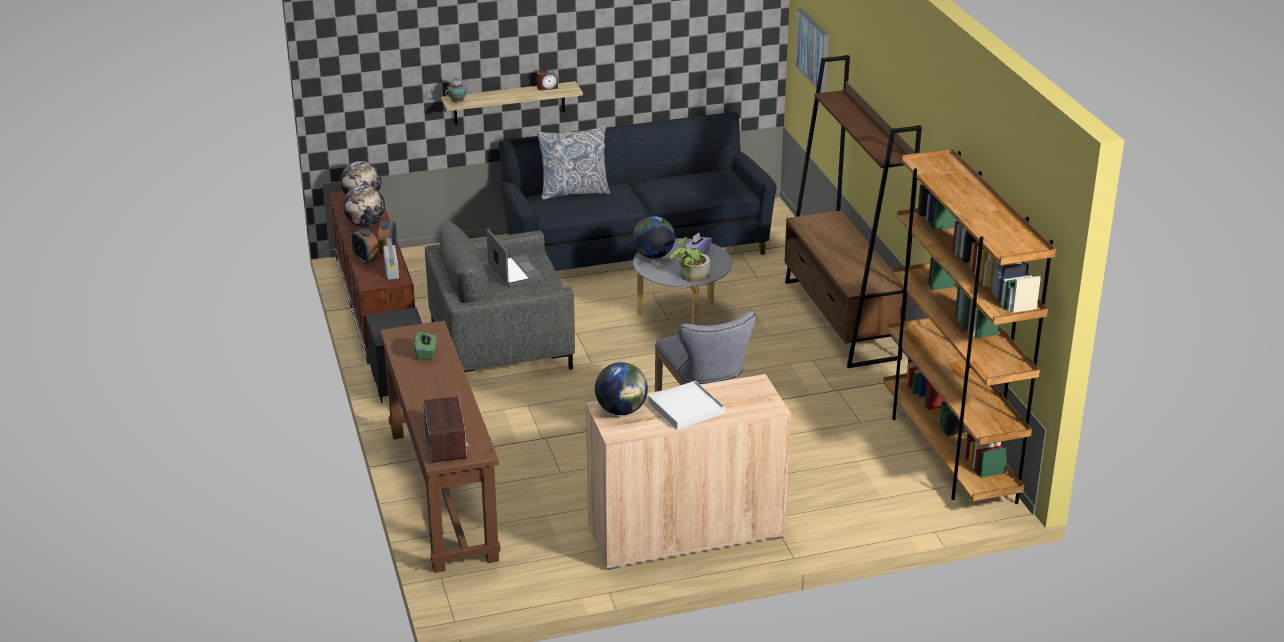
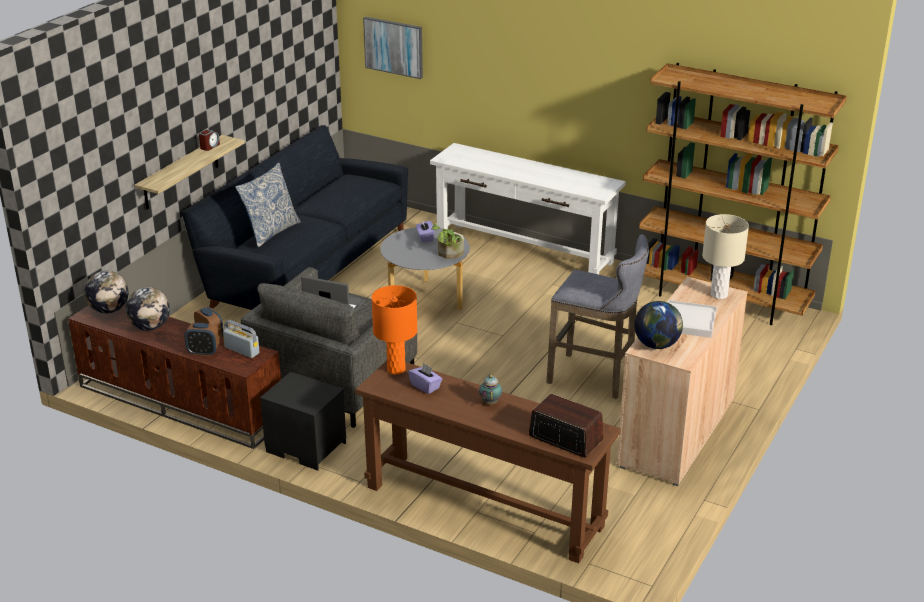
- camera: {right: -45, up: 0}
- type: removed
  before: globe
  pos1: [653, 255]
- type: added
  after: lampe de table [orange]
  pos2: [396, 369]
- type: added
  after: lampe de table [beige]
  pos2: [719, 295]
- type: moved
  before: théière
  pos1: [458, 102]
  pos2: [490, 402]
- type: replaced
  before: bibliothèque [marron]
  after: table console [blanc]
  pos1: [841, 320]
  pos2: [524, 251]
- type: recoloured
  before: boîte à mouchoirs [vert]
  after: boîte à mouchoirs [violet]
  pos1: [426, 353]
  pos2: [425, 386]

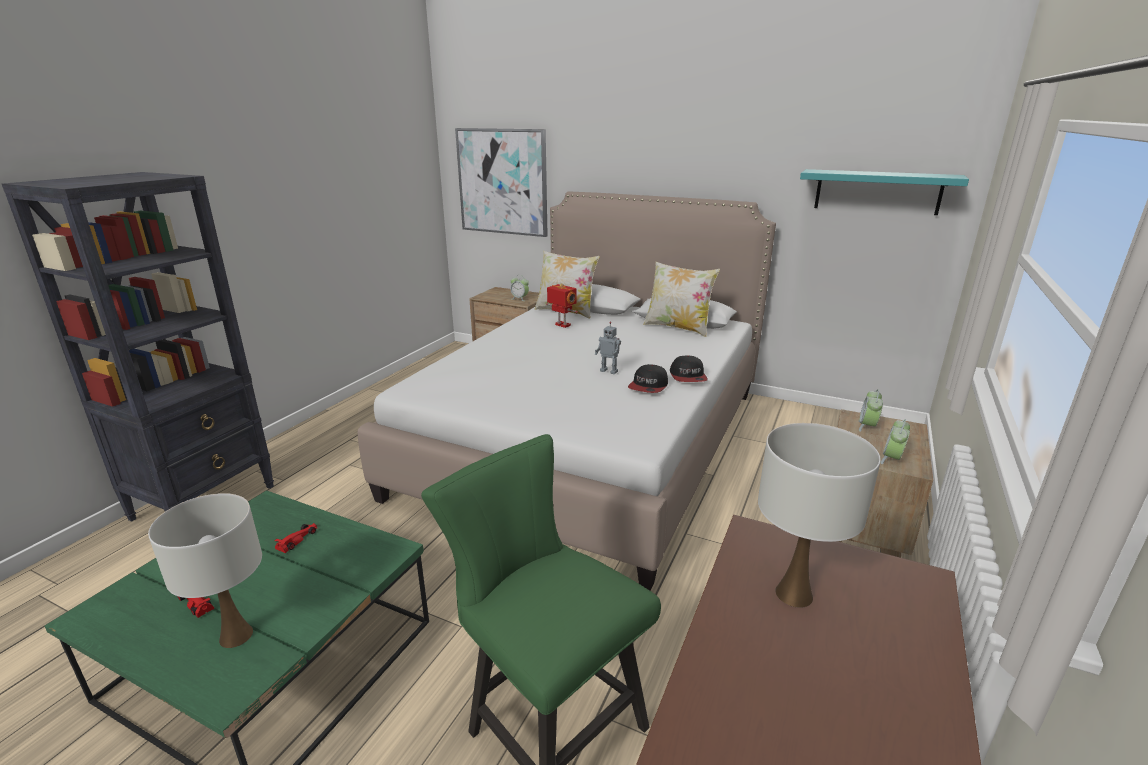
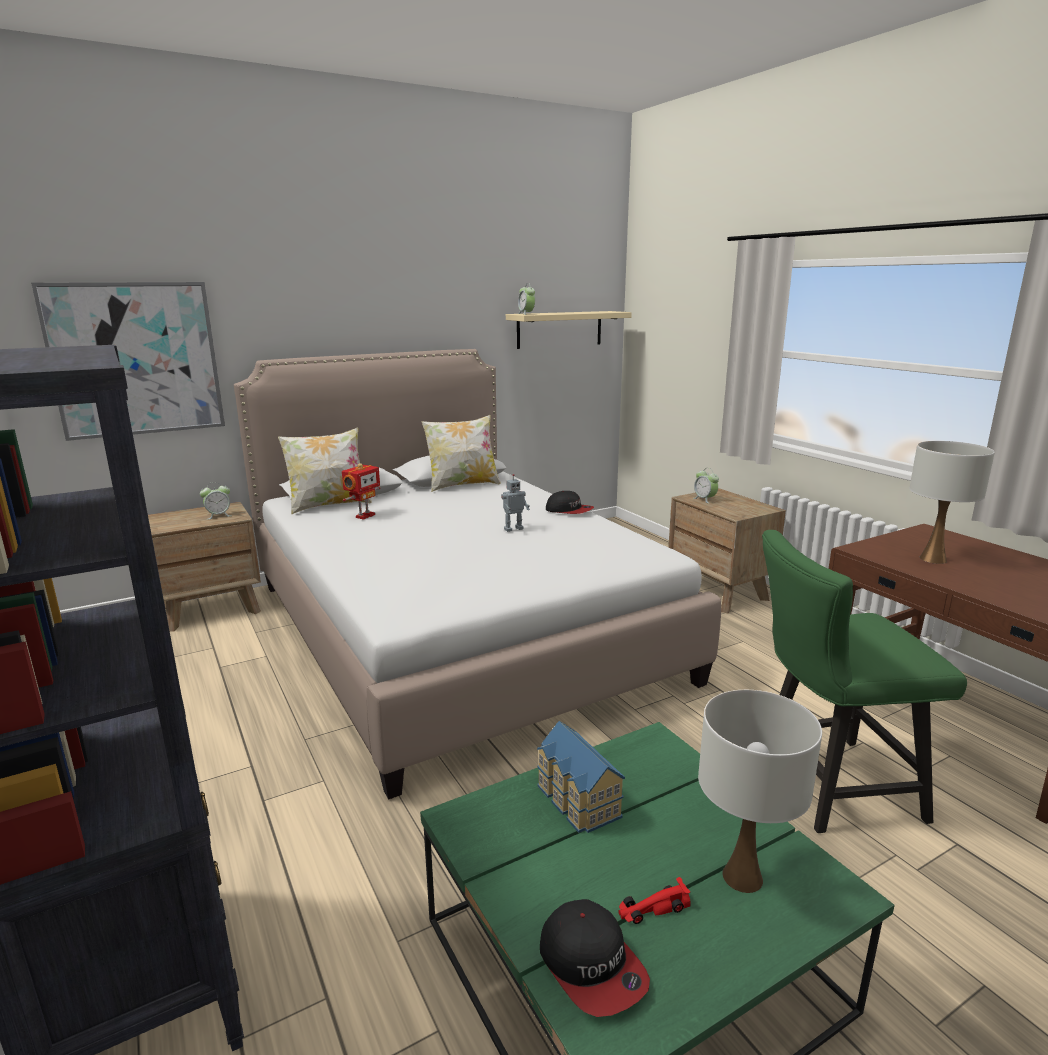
- camera: {right: -55, up: -5}
- type: moved
  before: casquette
  pos1: [648, 386]
  pos2: [592, 965]
- type: moved
  before: réveil
  pos1: [892, 459]
  pos2: [526, 314]
- type: replaced
  before: petite voiture [rouge]
  after: maison miniature
  pos1: [298, 539]
  pos2: [576, 801]
- type: recoloured
  before: étagère [turquoise]
  after: étagère [beige]
  pos1: [877, 191]
  pos2: [559, 329]
- type: turned
  before: robot jouet
  pos1: [562, 325]
  pos2: [364, 516]
  turn: 135

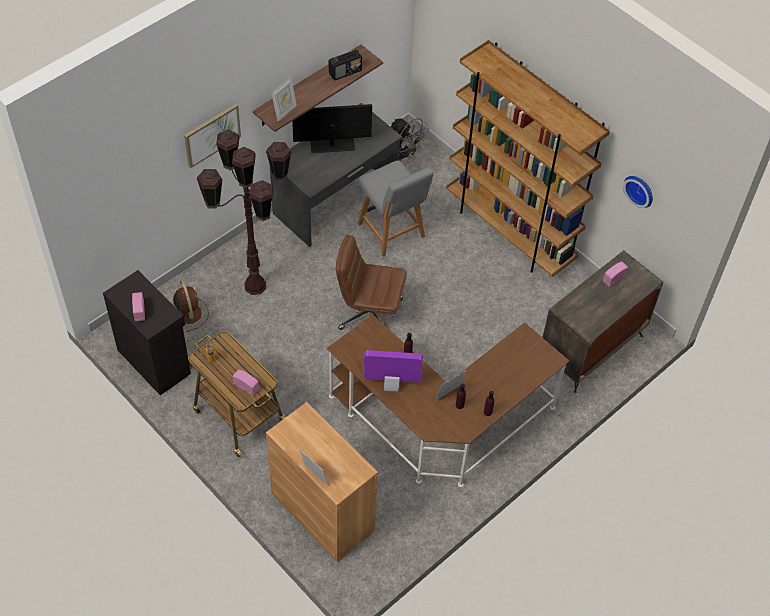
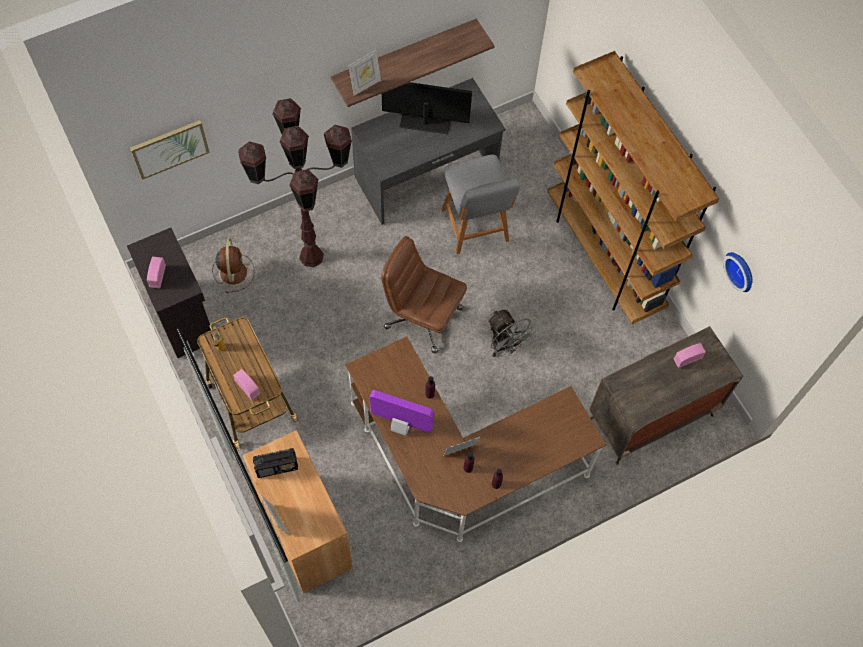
- camera: {right: 15, up: 10}
- type: moved
  before: tableau
  pos1: [212, 134]
  pos2: [169, 148]
- type: moved
  before: radio
  pos1: [345, 72]
  pos2: [277, 467]
- type: moved
  before: ventilateur [gris]
  pos1: [405, 155]
  pos2: [504, 346]

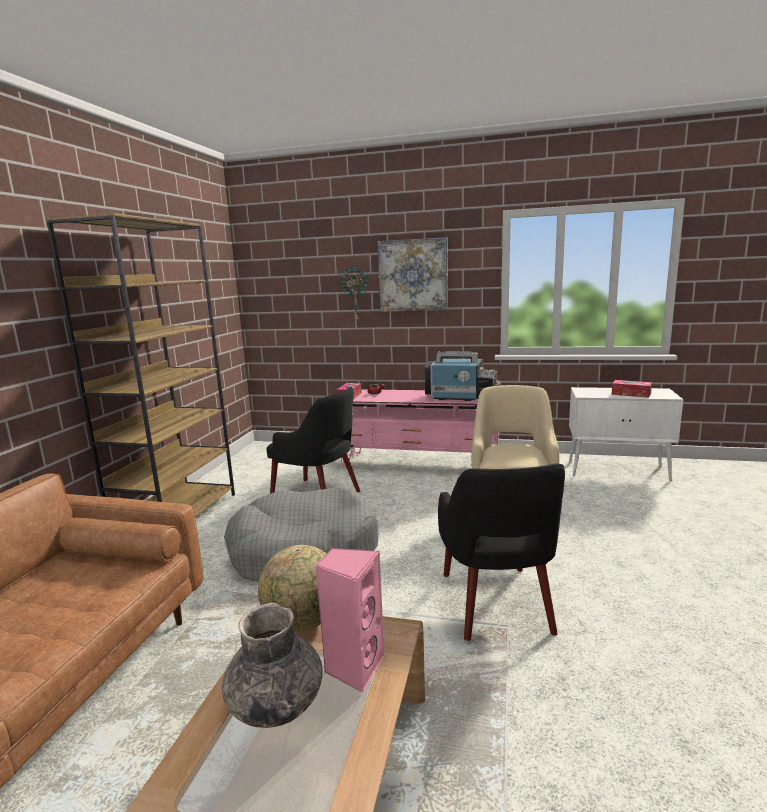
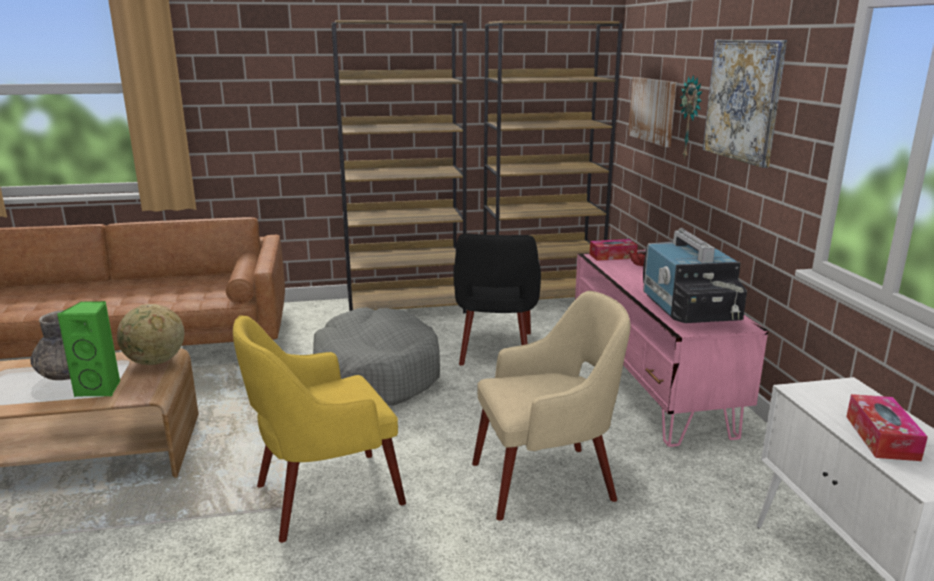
- camera: {right: 65, up: 5}
- type: added
  after: bibliothèque [marron]
  pos2: [542, 297]
- type: added
  after: tableau
  pos2: [653, 110]
- type: recoloured
  before: enceinte [rose]
  after: enceinte [vert]
  pos1: [354, 667]
  pos2: [101, 389]
- type: recoloured
  before: fauteuil [noir]
  after: fauteuil [jaune]
  pos1: [496, 604]
  pos2: [324, 496]

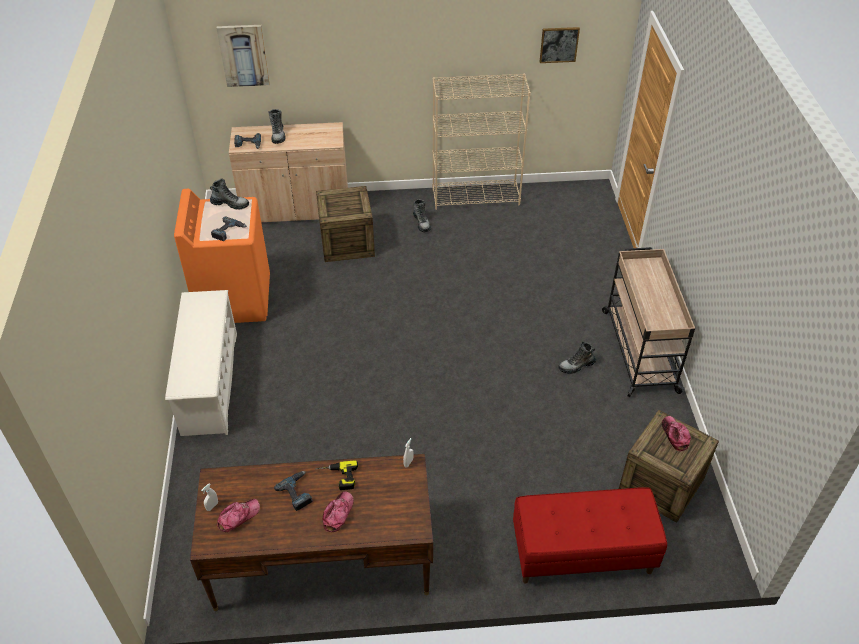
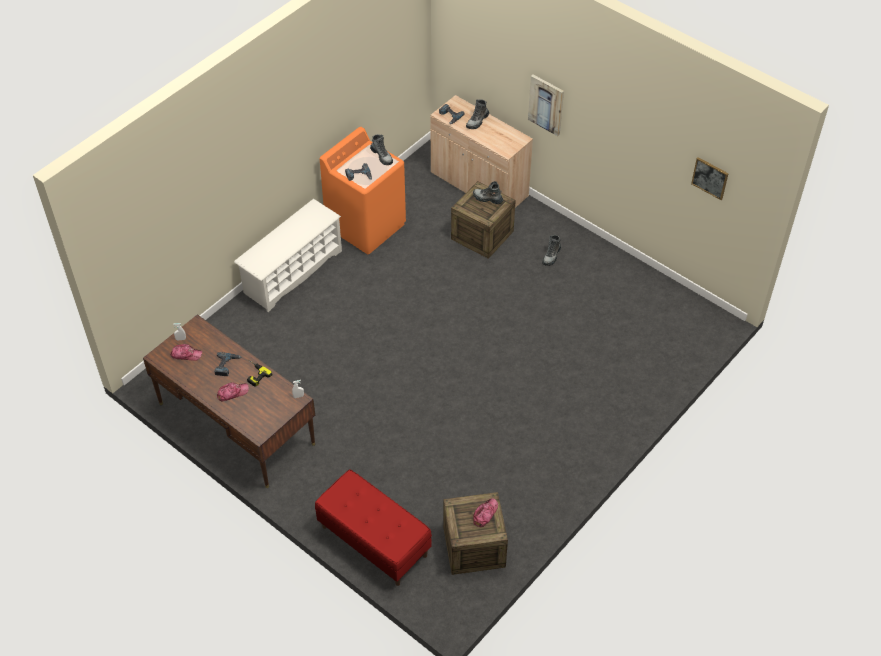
- camera: {right: 45, up: 5}
- type: removed
  before: bibliothèque [beige]
  pos1: [476, 197]
- type: removed
  before: chariot [beige]
  pos1: [639, 350]
- type: moved
  before: tableau
  pos1: [243, 55]
  pos2: [546, 104]
- type: moved
  before: botte
  pos1: [576, 366]
  pos2: [487, 199]

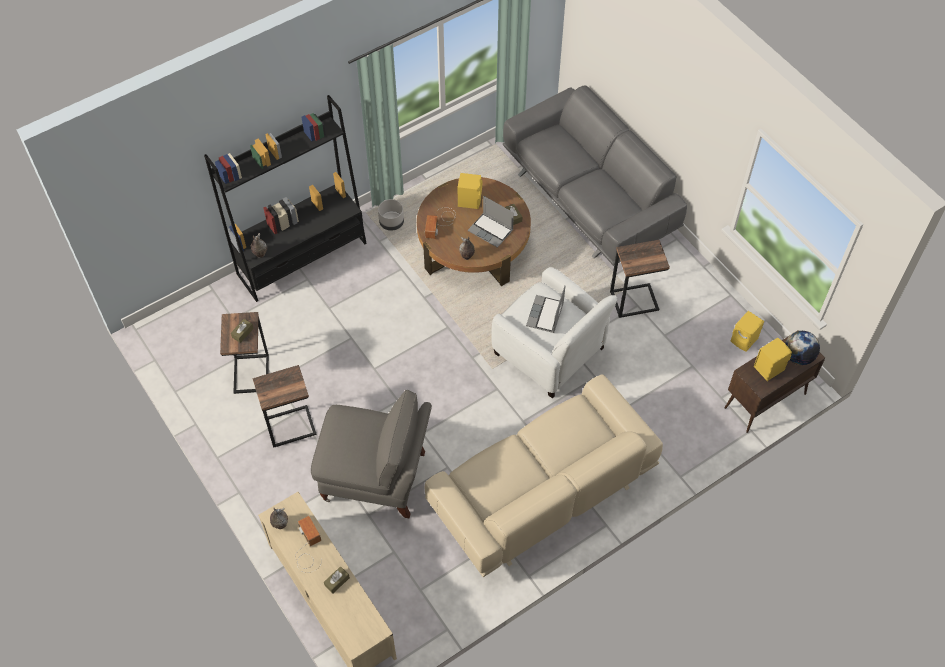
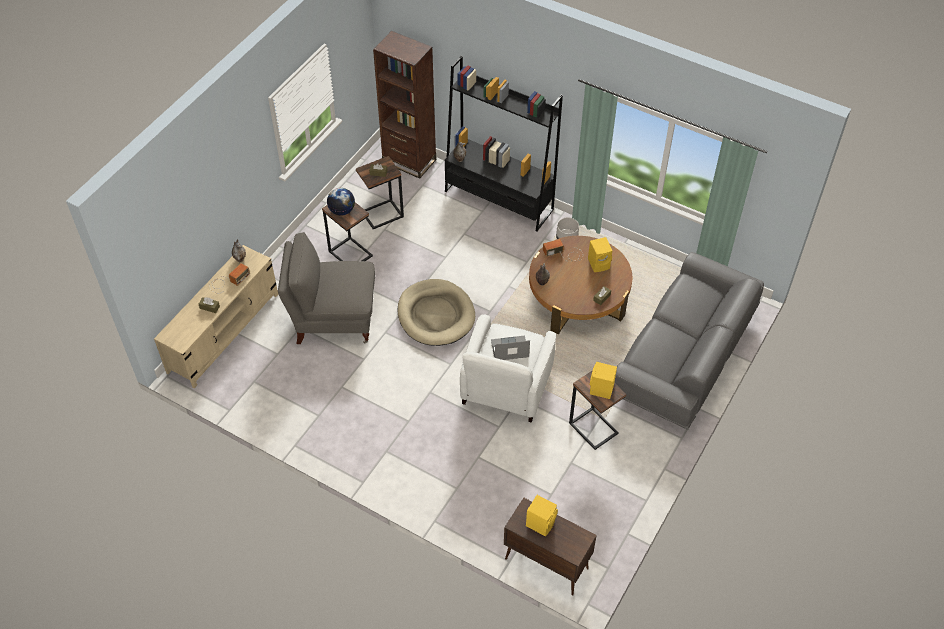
- camera: {right: 65, up: -5}
- type: removed
  before: canapé [beige]
  pos1: [541, 491]
- type: removed
  before: ordinateur portable
  pos1: [491, 230]
- type: added
  after: bibliothèque [marron]
  pos2: [409, 161]
- type: added
  after: panier pour chien [beige]
  pos2: [436, 315]
- type: moved
  before: enceinte [jaune]
  pos1: [744, 340]
  pos2: [601, 390]
- type: moved
  before: globe
  pos1: [798, 356]
  pos2: [342, 211]
- type: turned
  before: fauteuil [gris]
  pos1: [376, 477]
  pos2: [333, 319]
  turn: 105

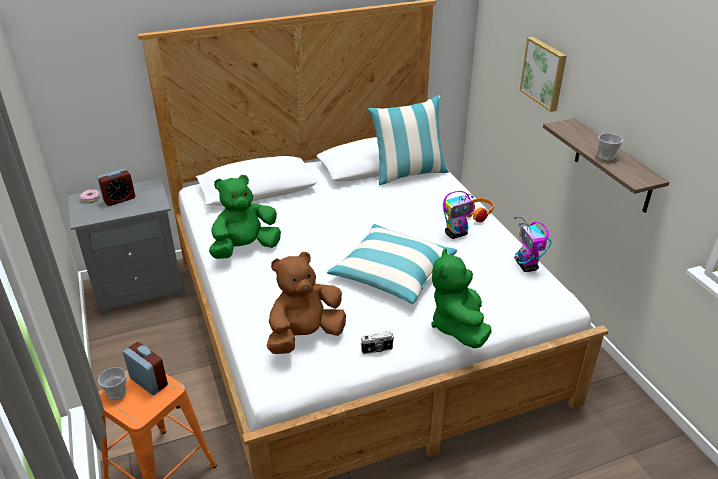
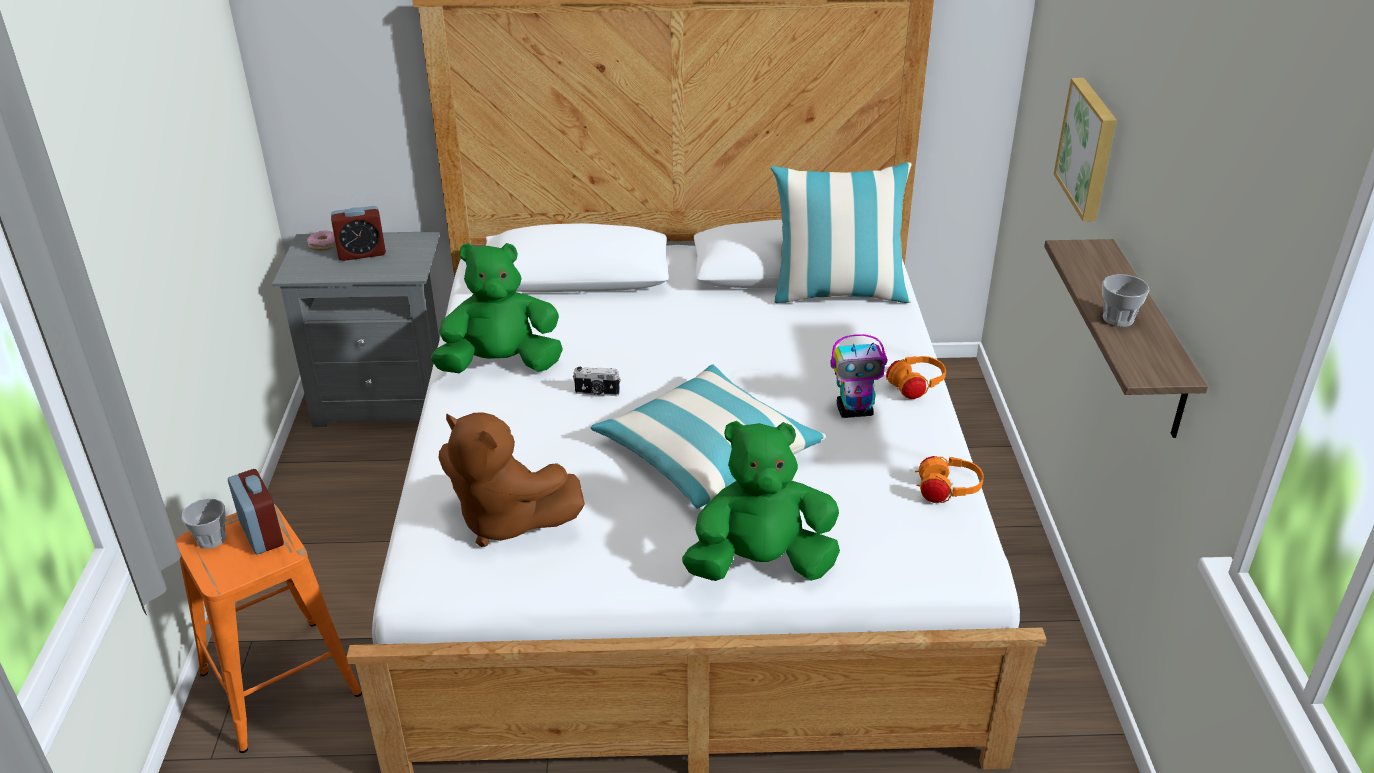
- camera: {right: 20, up: 0}
- type: moved
  before: appareil photo
  pos1: [377, 350]
  pos2: [597, 393]
- type: replaced
  before: robot jouet
  after: casque audio [orange]
  pos1: [527, 266]
  pos2: [947, 492]
- type: turned
  before: peluche [marron]
  pos1: [305, 336]
  pos2: [506, 520]
  turn: -135
- type: turned
  before: peluche [vert]
  pos1: [458, 326]
  pos2: [761, 564]
  turn: 60

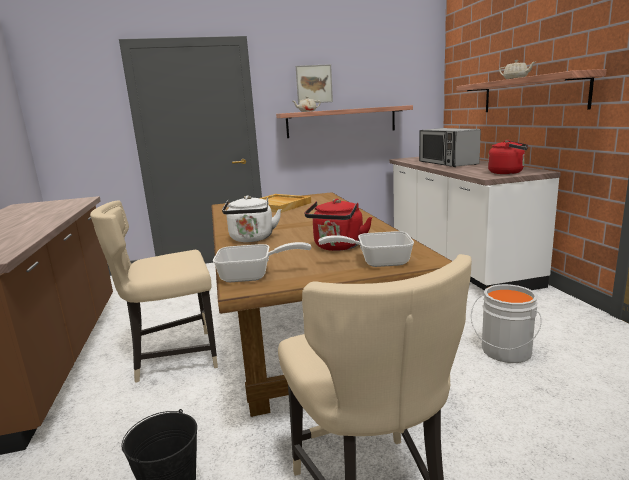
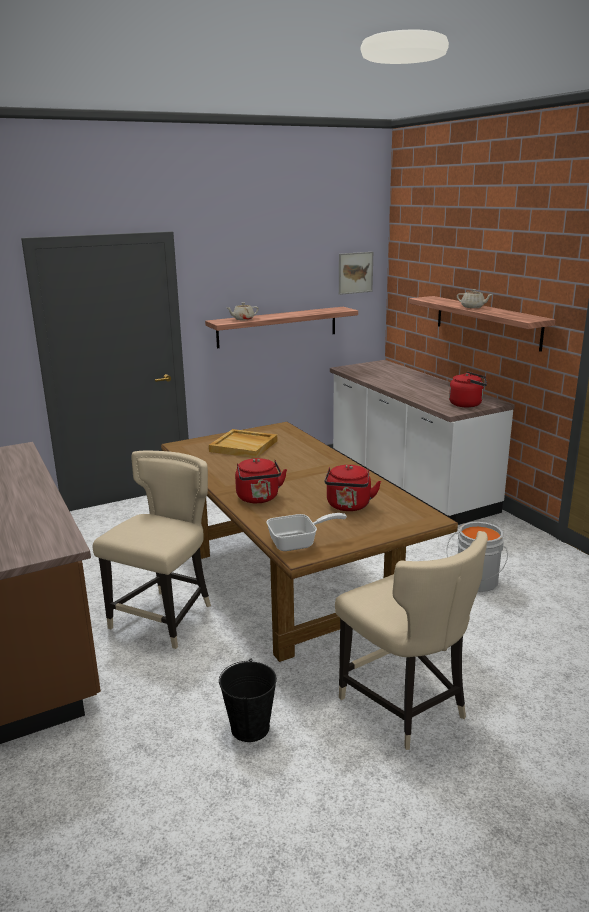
- camera: {right: -15, up: 5}
- type: removed
  before: poêle
  pos1: [377, 261]
- type: removed
  before: micro-ondes
  pos1: [447, 163]
- type: moved
  before: tableau
  pos1: [314, 84]
  pos2: [355, 273]
- type: recoloured
  before: bouilloire [blanc]
  after: bouilloire [rouge]
  pos1: [252, 239]
  pos2: [259, 498]
- type: turned
  before: chaise [beige]
  pos1: [173, 357]
  pos2: [165, 617]
  turn: 150

